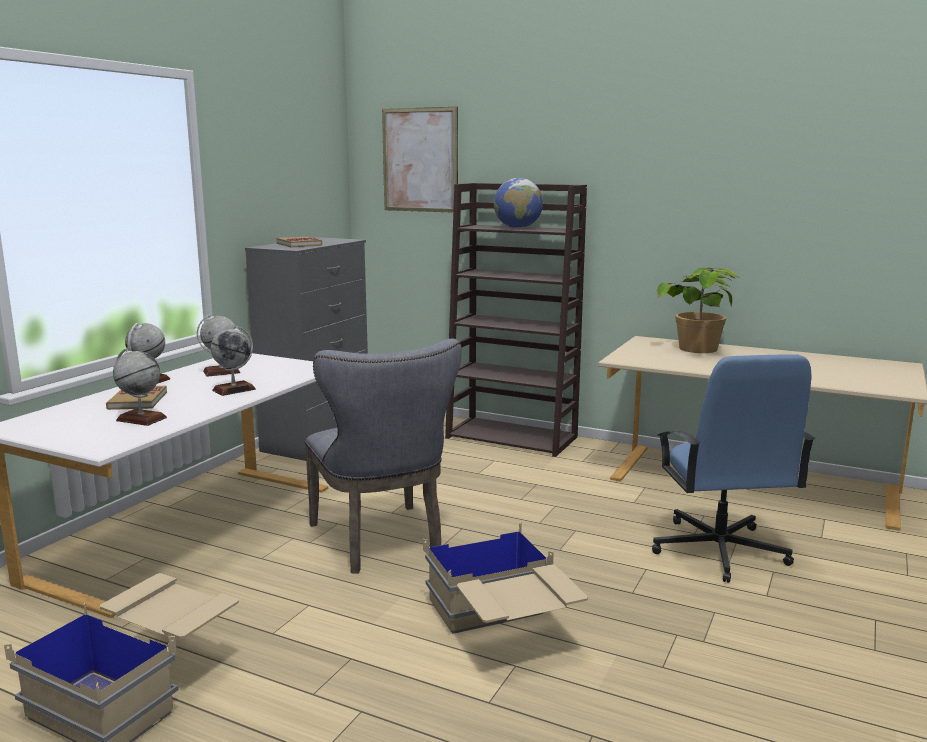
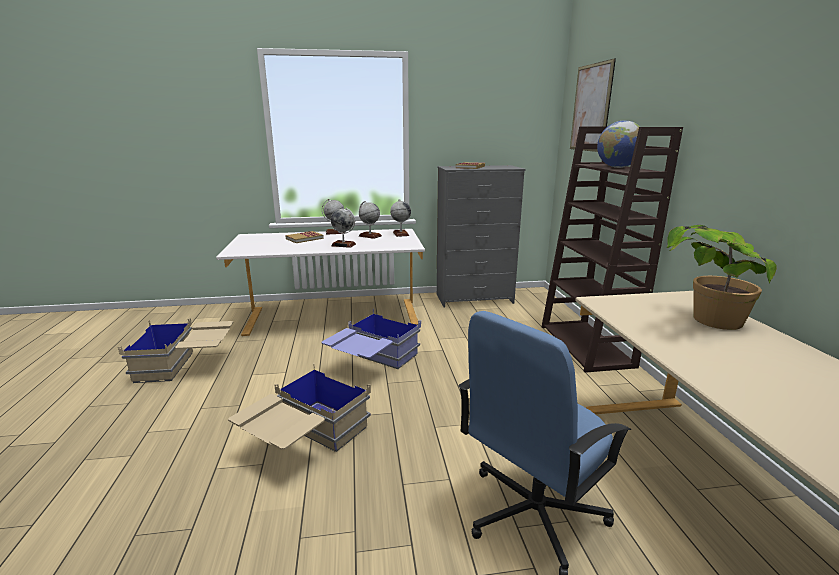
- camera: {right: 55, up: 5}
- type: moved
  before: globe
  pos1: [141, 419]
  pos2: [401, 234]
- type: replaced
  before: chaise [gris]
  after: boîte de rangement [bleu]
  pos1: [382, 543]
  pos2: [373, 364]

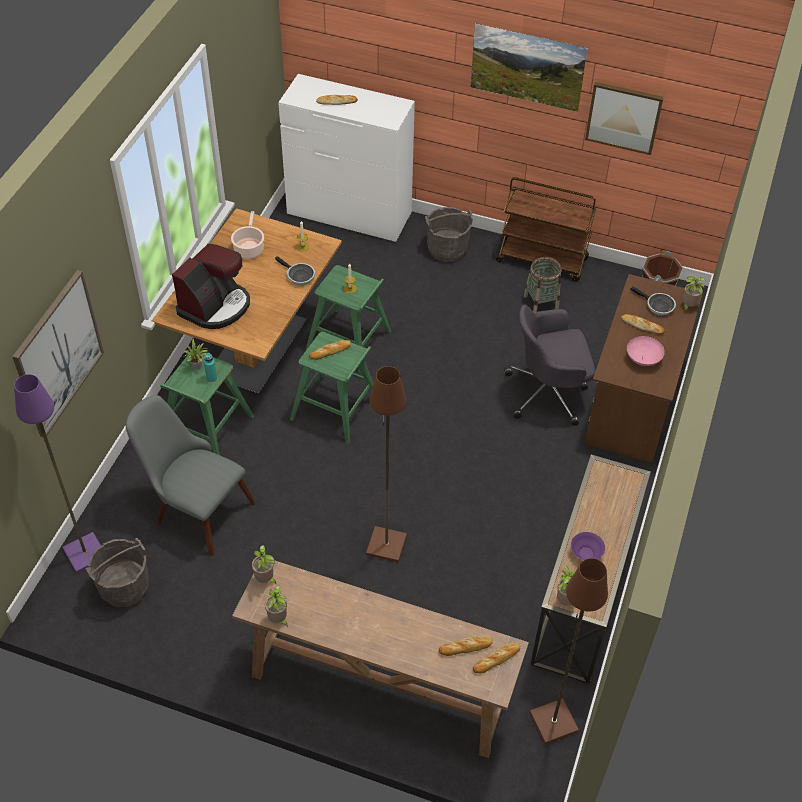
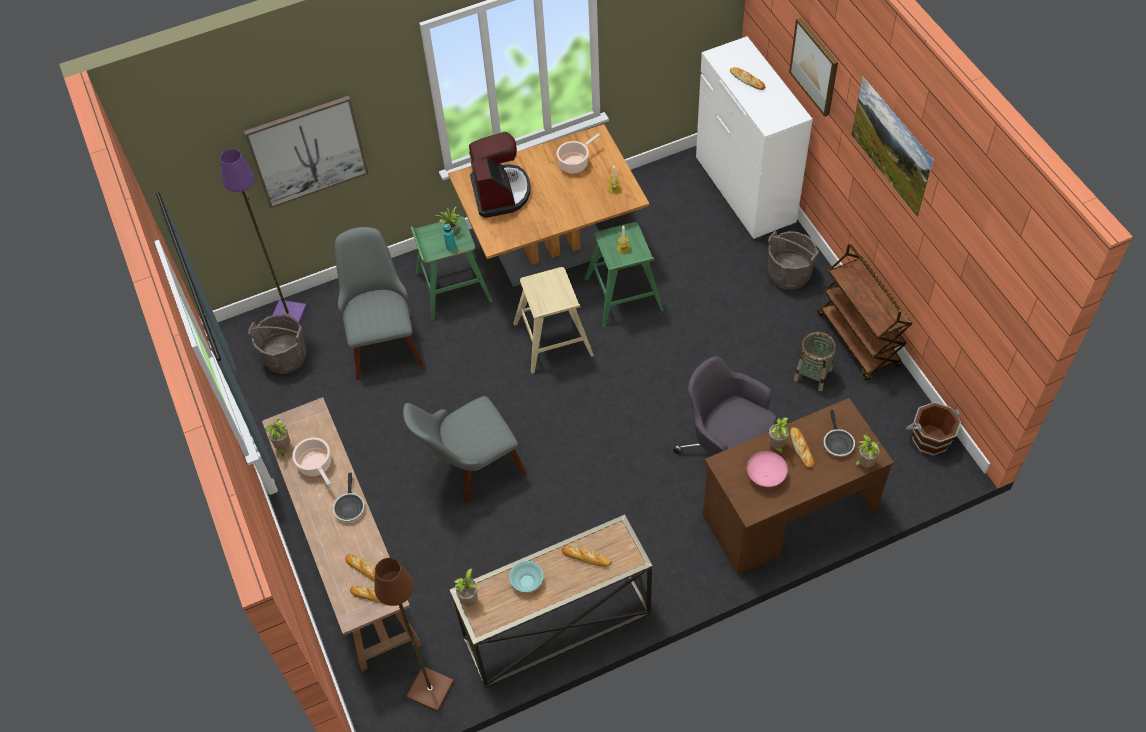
- camera: {right: 50, up: 5}
- type: added
  after: marmite
  pos2: [316, 465]
- type: moved
  before: plante en pot
  pos1: [265, 579]
  pos2: [776, 446]
- type: moved
  before: poêle
  pos1: [298, 276]
  pos2: [349, 507]
- type: moved
  before: pain
  pos1: [330, 351]
  pos2: [586, 557]
- type: moved
  before: tableau
  pos1: [623, 117]
  pos2: [815, 66]
- type: replaced
  before: lampadaire [marron]
  after: chaise [gris]
  pos1: [385, 545]
  pos2: [469, 468]
- type: recoloured
  before: tabouret [vert]
  after: tabouret [beige]
  pos1: [336, 409]
  pos2: [553, 340]
- type: recoloured
  before: bol [violet]
  after: bol [turquoise]
  pos1: [586, 552]
  pos2: [527, 581]
- type: turned
  before: machine à café
  pos1: [215, 306]
  pos2: [500, 192]
  turn: -90

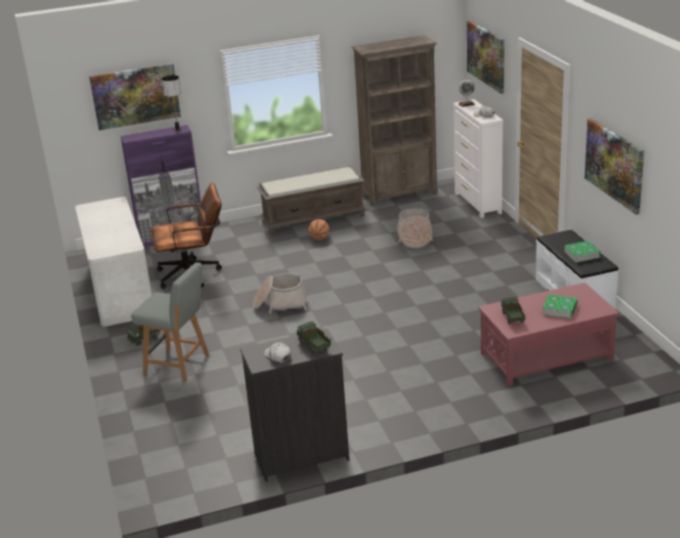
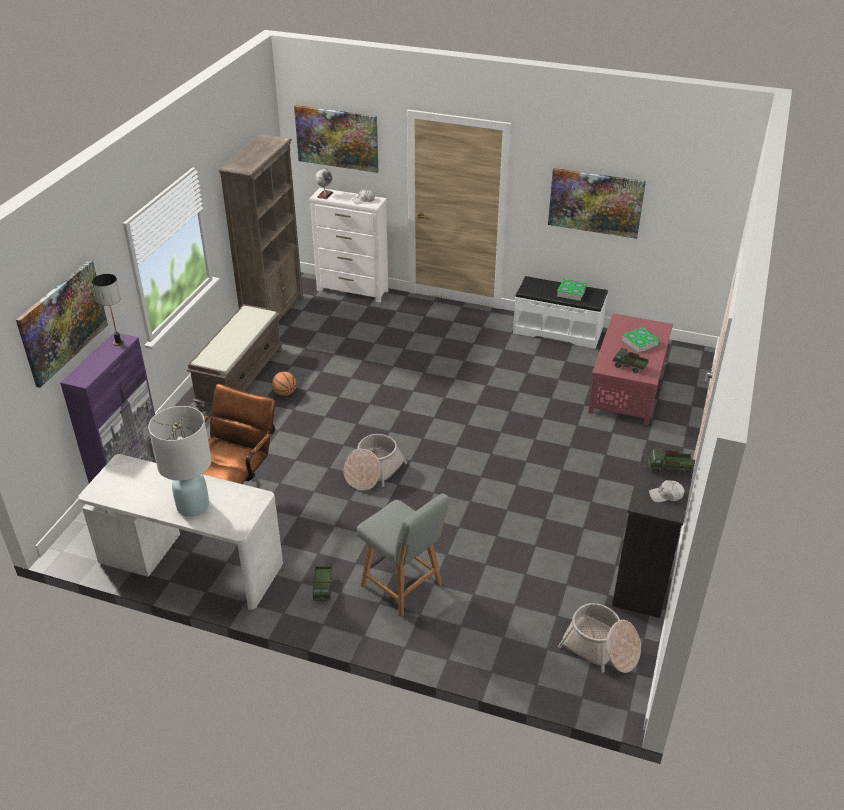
- camera: {right: -55, up: 10}
- type: added
  after: lampe de table [blanc]
  pos2: [193, 505]
- type: moved
  before: panier
  pos1: [414, 237]
  pos2: [601, 648]
- type: turned
  before: chaise [gris]
  pos1: [178, 364]
  pos2: [403, 586]
  turn: 75

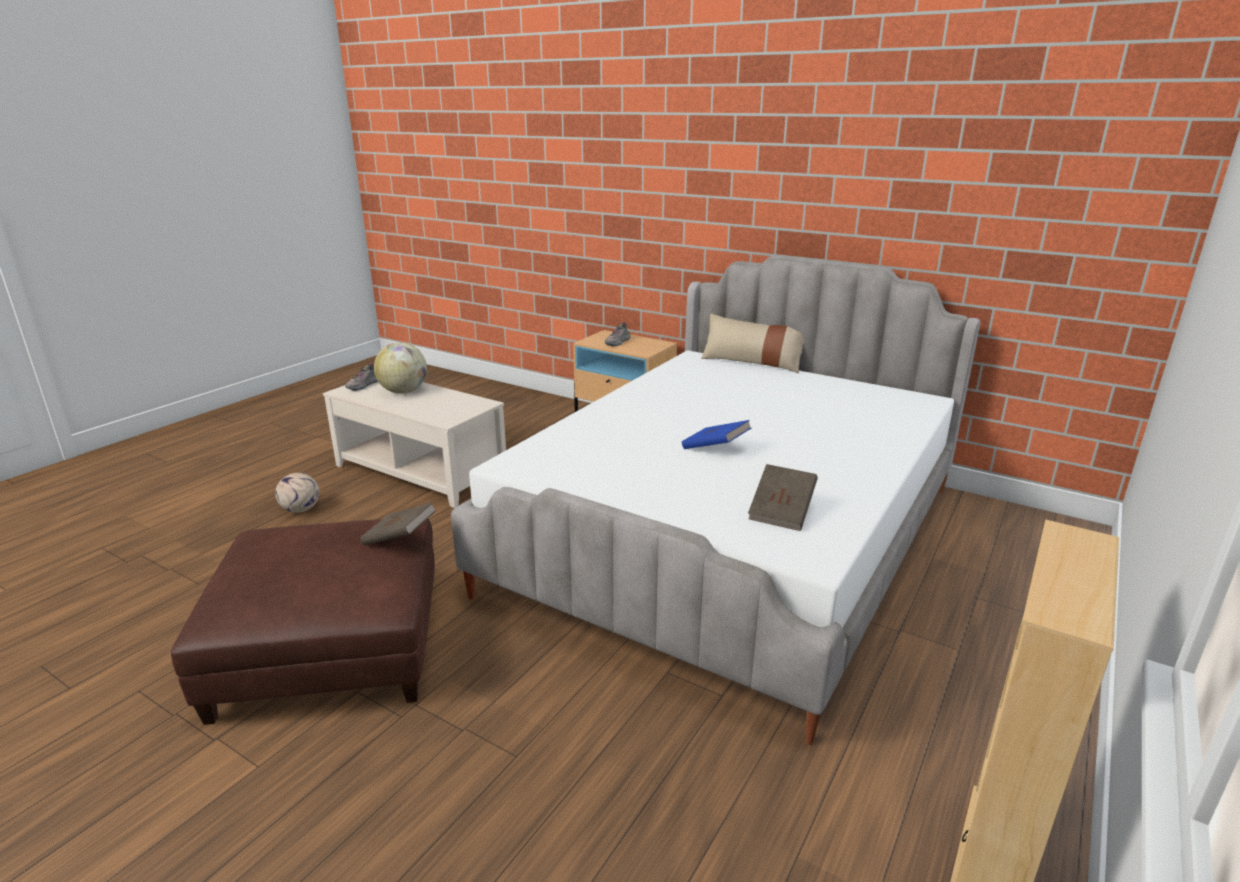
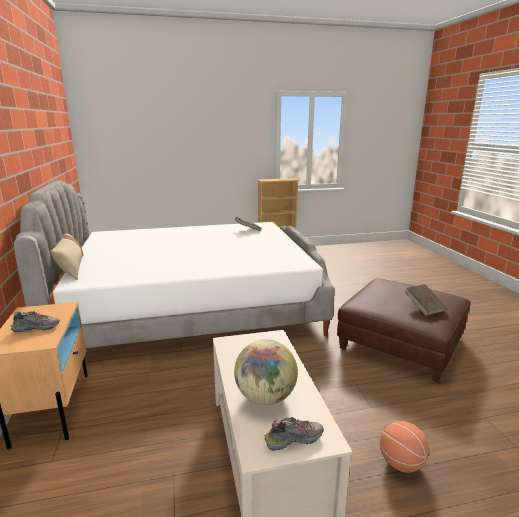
- camera: {right: -135, up: -5}
- type: removed
  before: livre [bleu]
  pos1: [715, 449]
- type: moved
  before: livre [marron]
  pos1: [400, 538]
  pos2: [424, 307]
- type: replaced
  before: ballon de foot
  after: ballon de basket
  pos1: [300, 509]
  pos2: [401, 463]

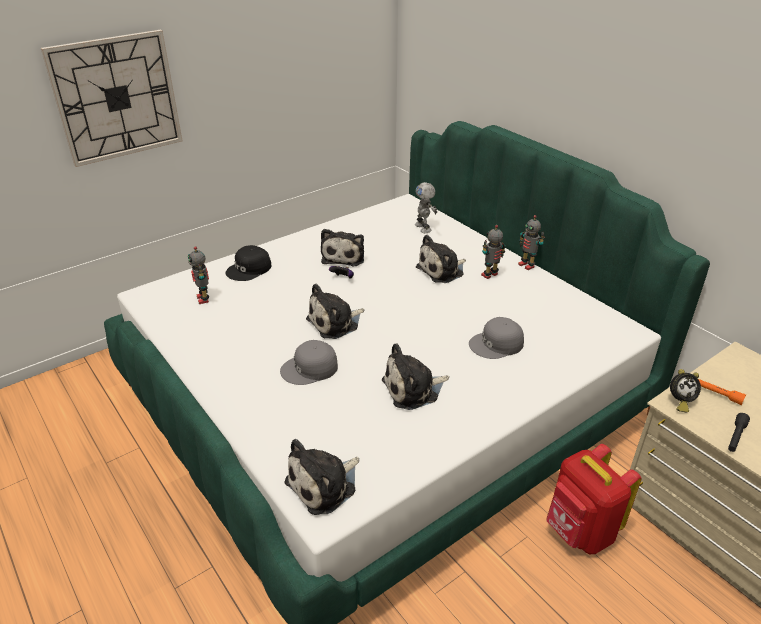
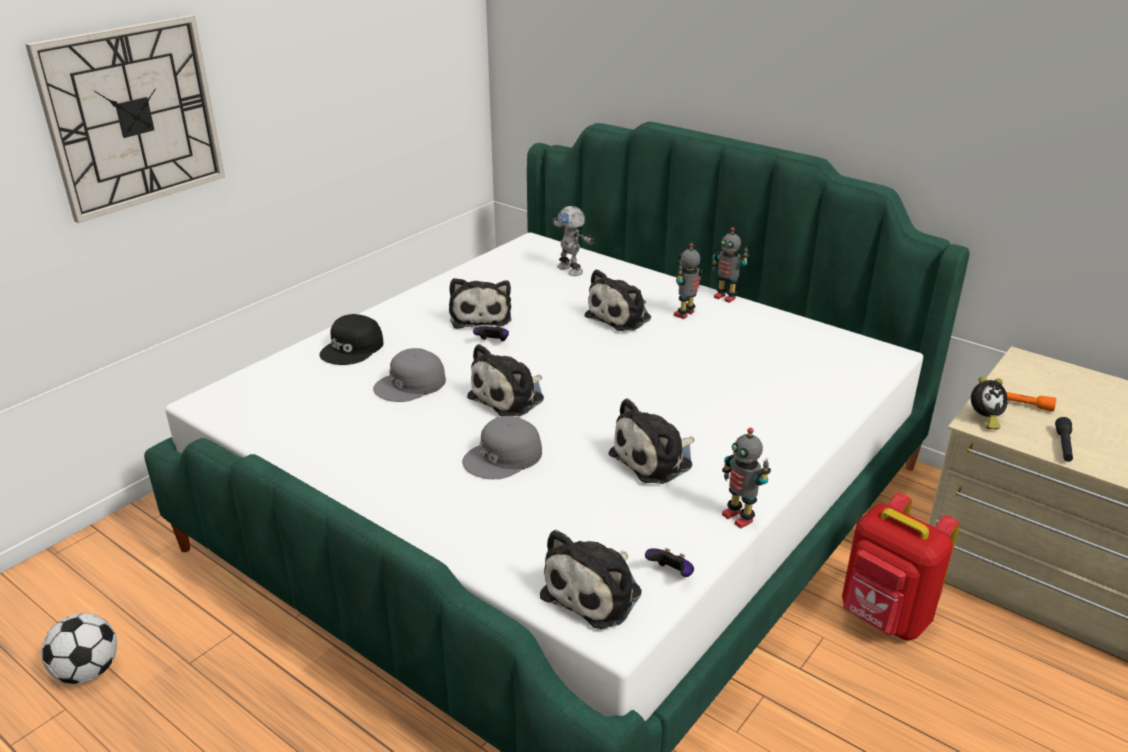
- camera: {right: -15, up: -5}
- type: added
  after: ballon de foot
  pos2: [88, 671]
- type: added
  after: manette
  pos2: [671, 574]
- type: moved
  before: robot jouet
  pos1: [204, 299]
  pos2: [739, 517]
- type: moved
  before: casquette [gris]
  pos1: [497, 344]
  pos2: [411, 385]

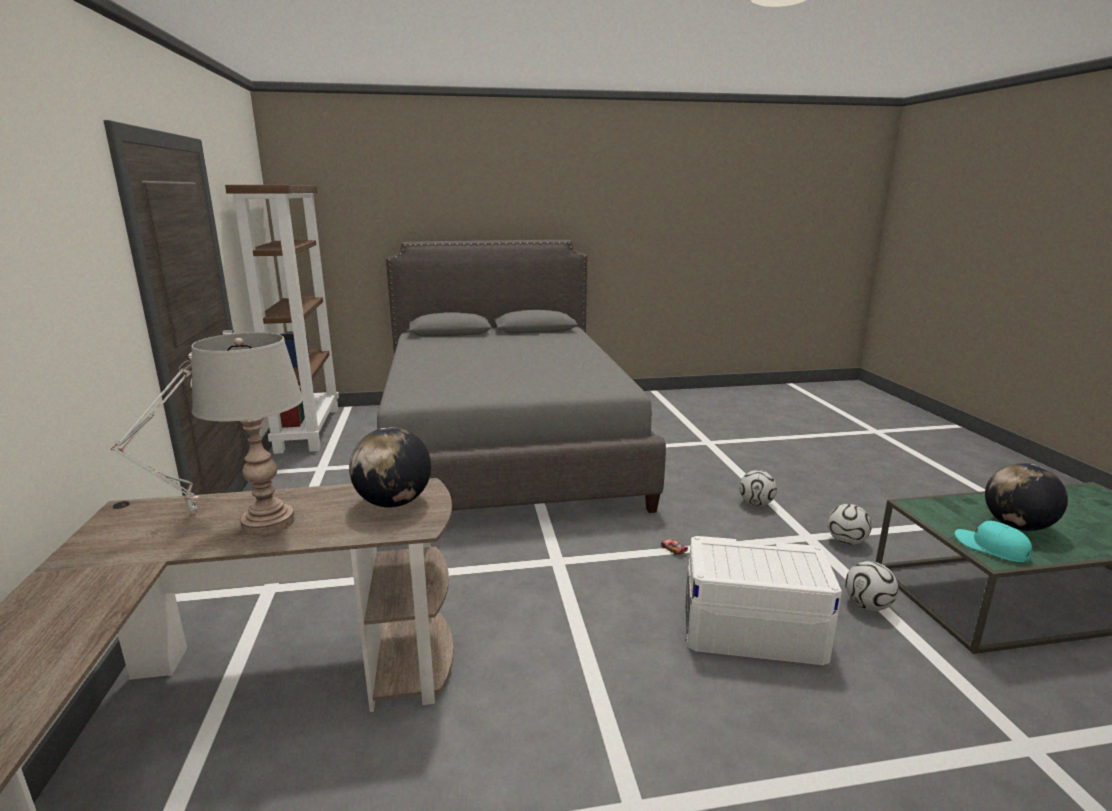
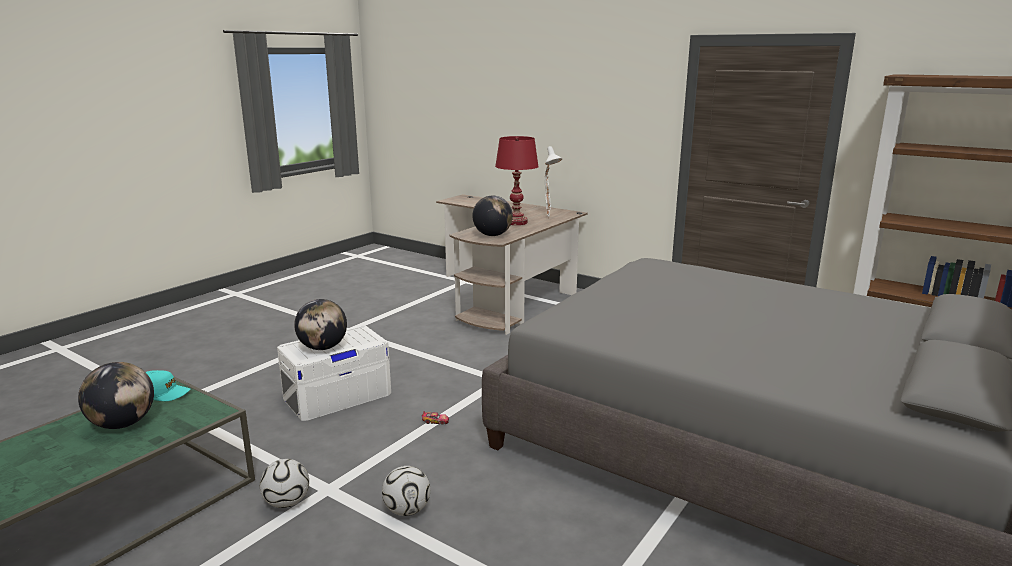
- camera: {right: 135, up: 0}
- type: removed
  before: ballon de foot
  pos1: [867, 605]
- type: added
  after: globe
  pos2: [323, 348]
- type: recoloured
  before: lampe de table [gris]
  after: lampe de table [rouge]
  pos1: [268, 522]
  pos2: [516, 222]

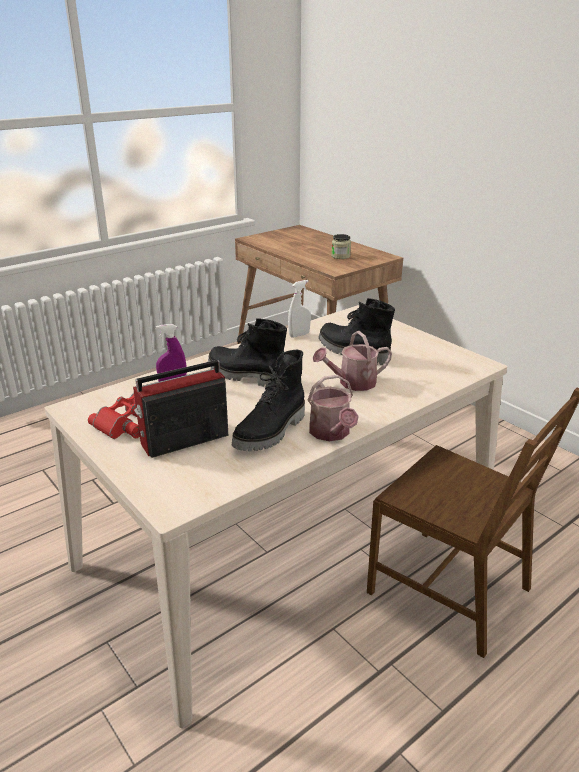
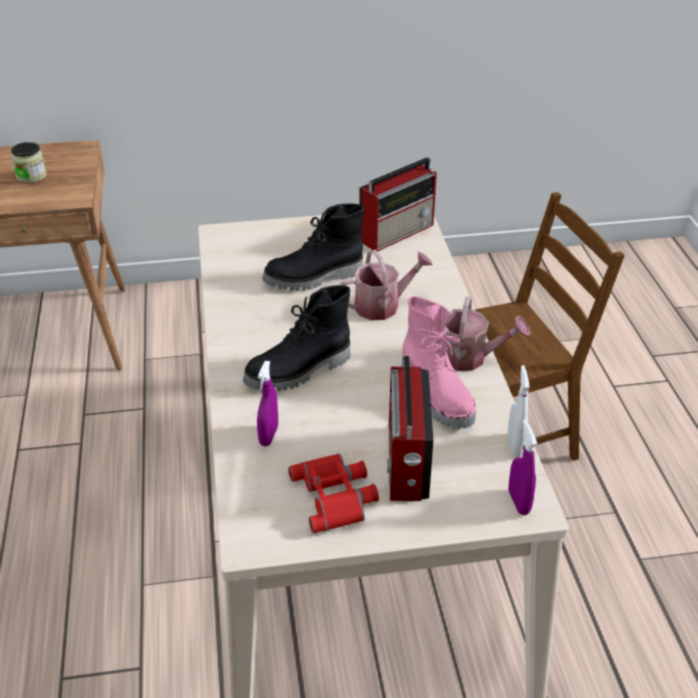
- camera: {right: -60, up: 10}
- type: added
  after: radio
  pos2: [398, 232]
- type: added
  after: vaporisateur [violet]
  pos2: [518, 502]
- type: moved
  before: vaporisateur [blanc]
  pos1: [299, 335]
  pos2: [514, 445]
- type: recoloured
  before: botte [noir]
  after: botte [rose]
  pos1: [271, 432]
  pos2: [439, 395]
- type: turned
  before: arrosoir
  pos1: [352, 383]
  pos2: [383, 305]
  turn: -120

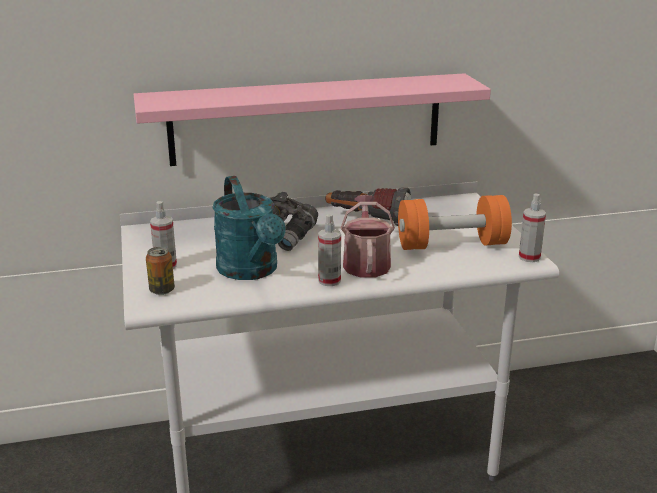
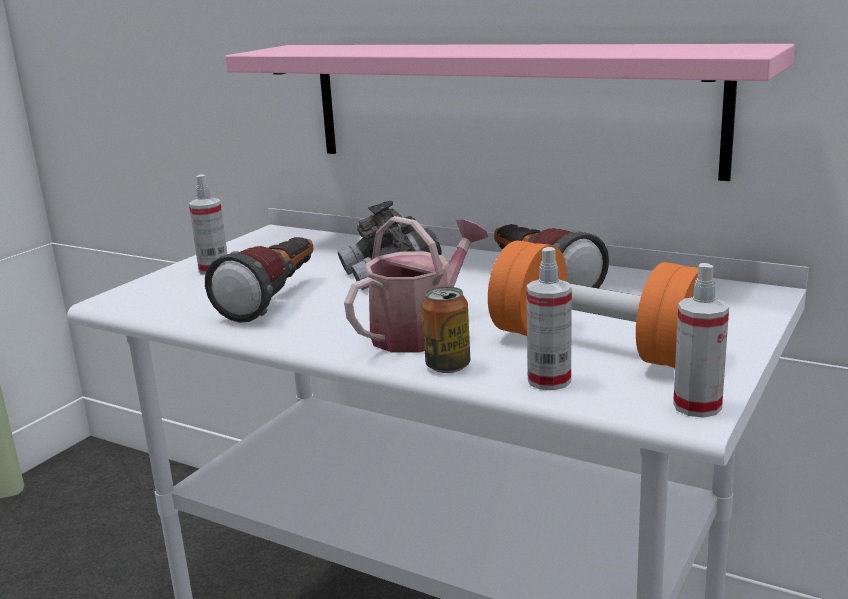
- camera: {right: 45, up: -5}
- type: moved
  before: boîte métallique
  pos1: [162, 290]
  pos2: [447, 366]
- type: moved
  before: vaporisateur
  pos1: [329, 281]
  pos2: [549, 380]
- type: replaced
  before: arrosoir [turquoise]
  after: lampe de poche
  pos1: [251, 271]
  pos2: [275, 299]

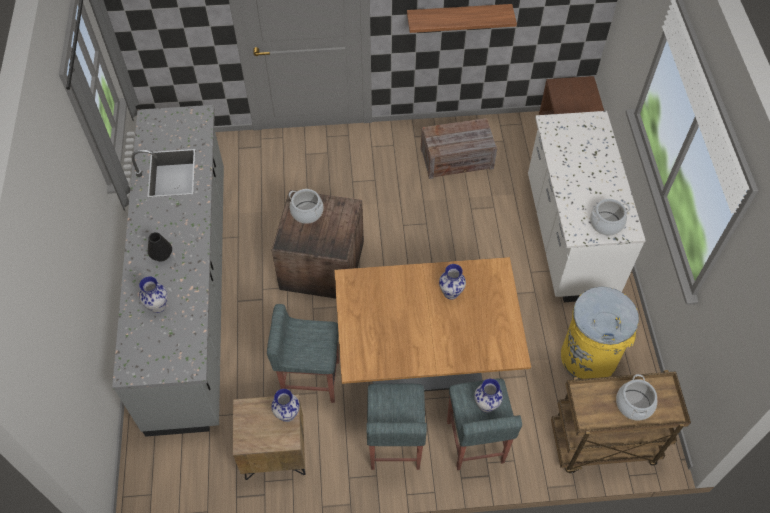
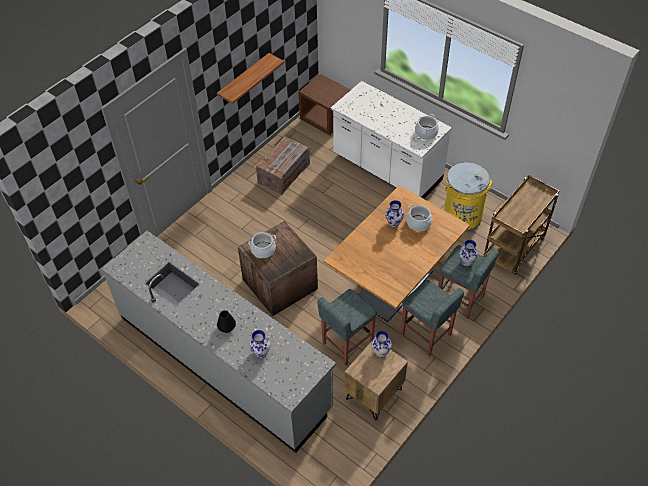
- camera: {right: -45, up: -5}
- type: moved
  before: marmite
  pos1: [634, 404]
  pos2: [418, 223]

